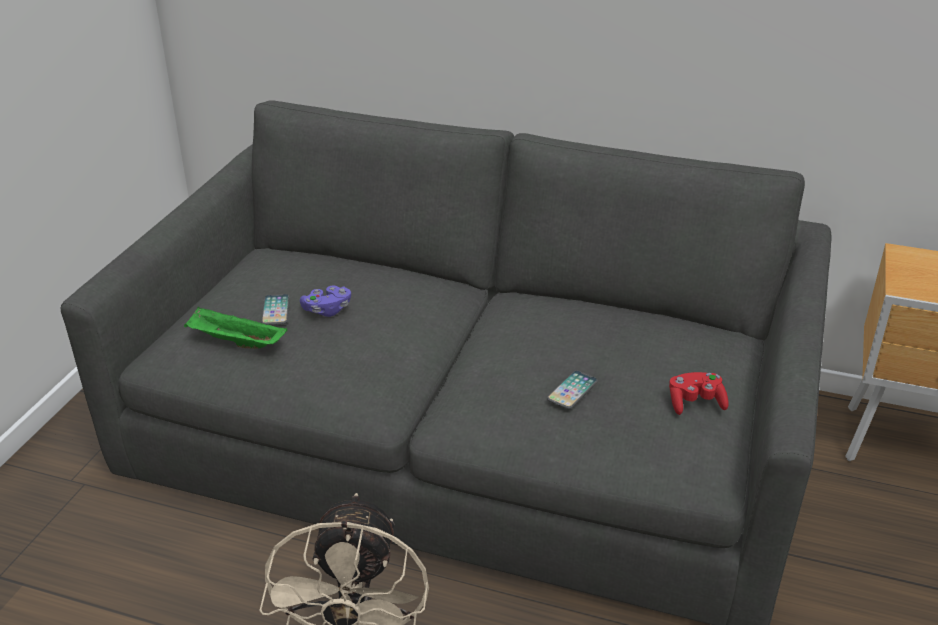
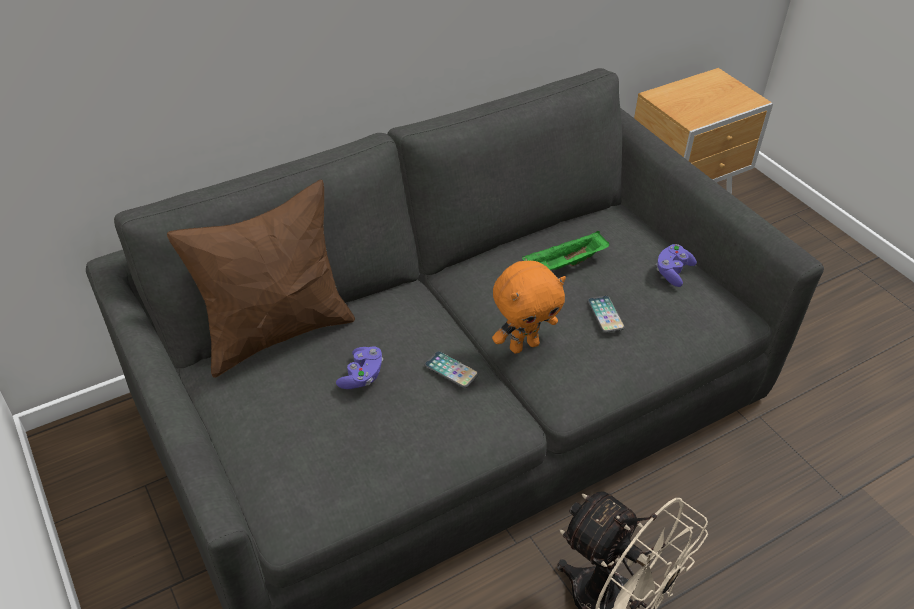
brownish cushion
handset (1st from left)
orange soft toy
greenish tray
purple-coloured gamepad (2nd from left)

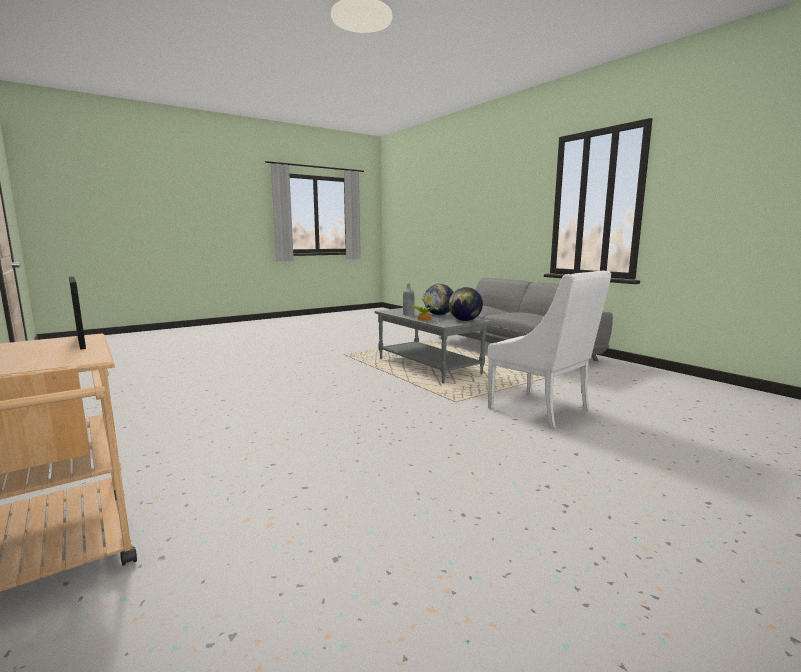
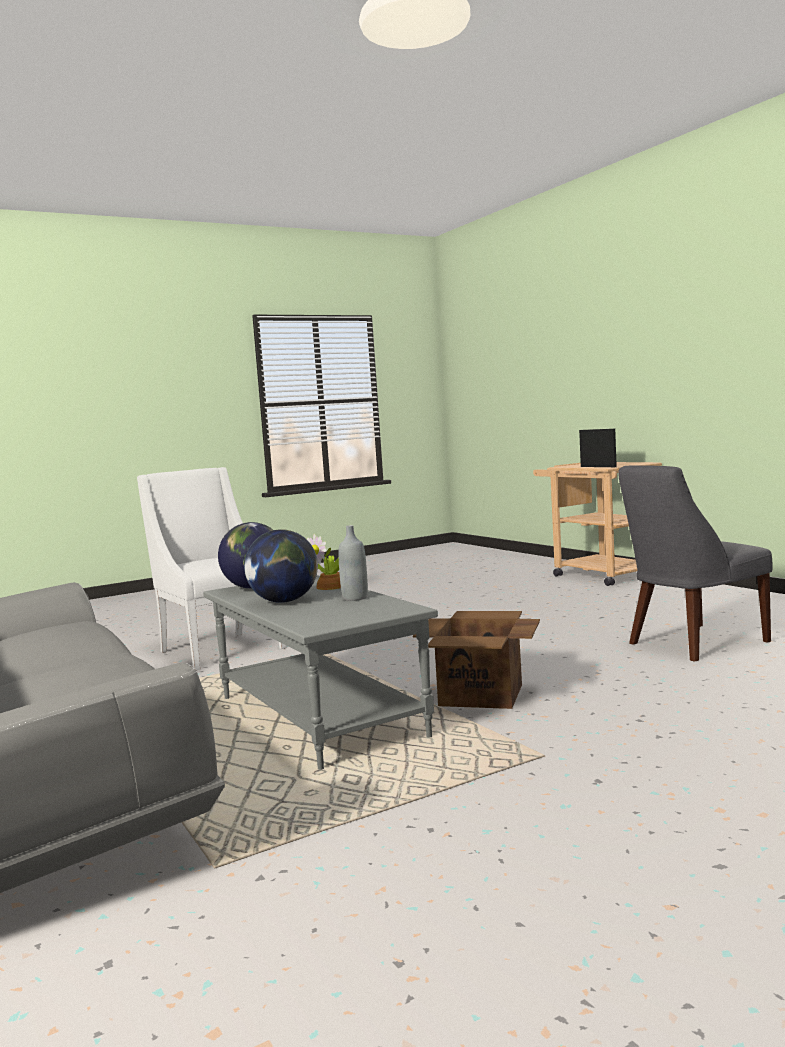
cardboard box
greyish plain chair

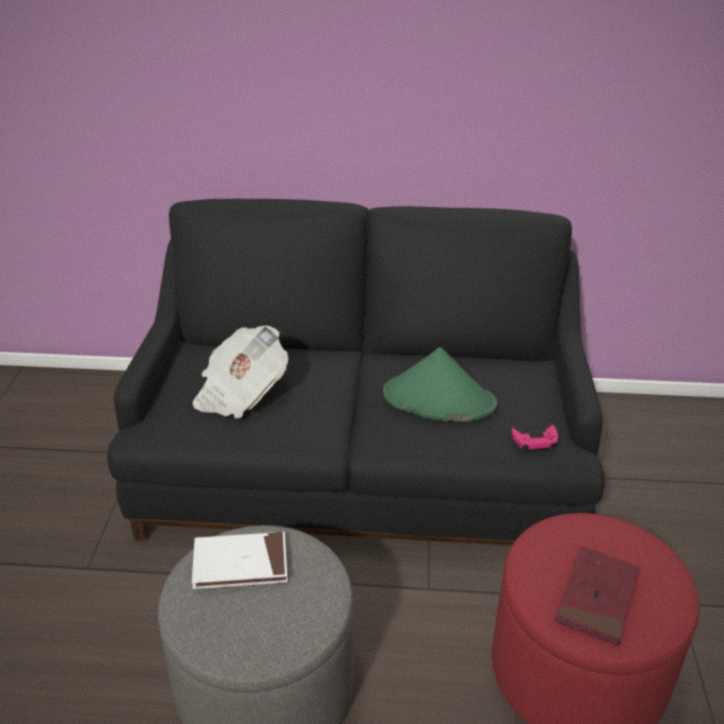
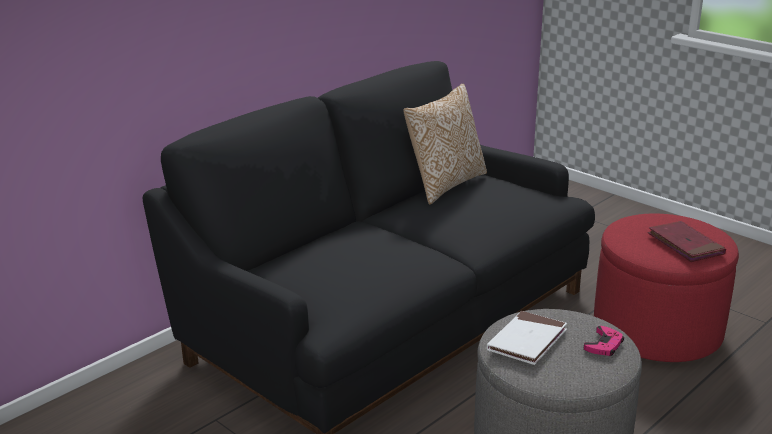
cushion
pink gamepad
printed paper
greenish wearable hat

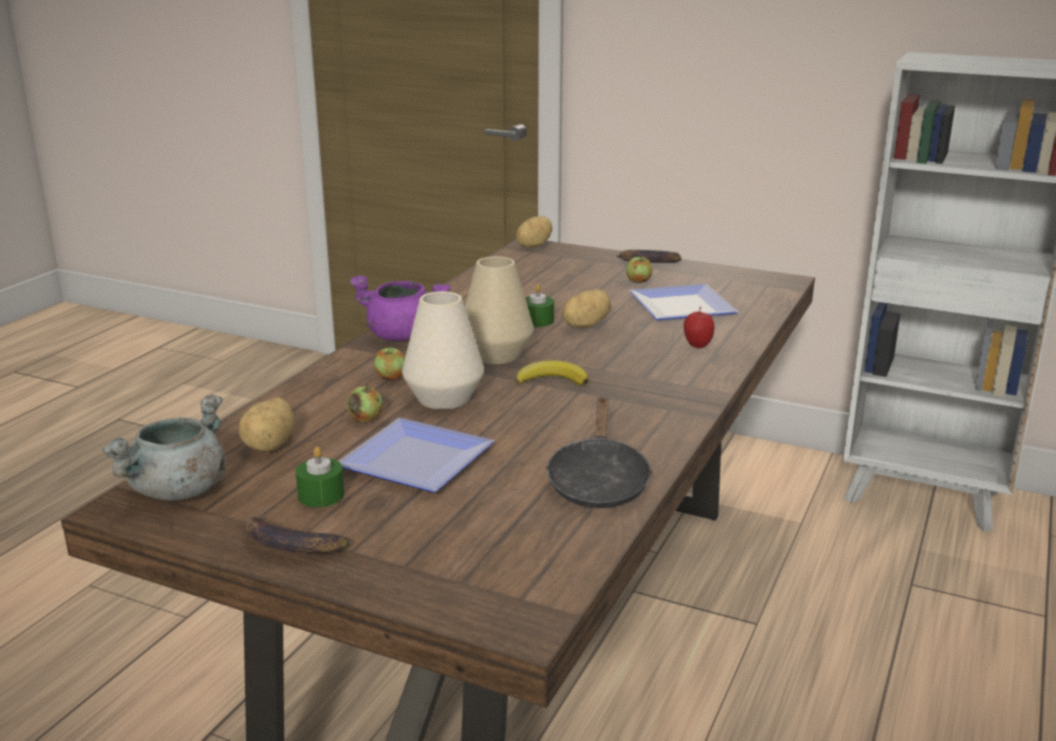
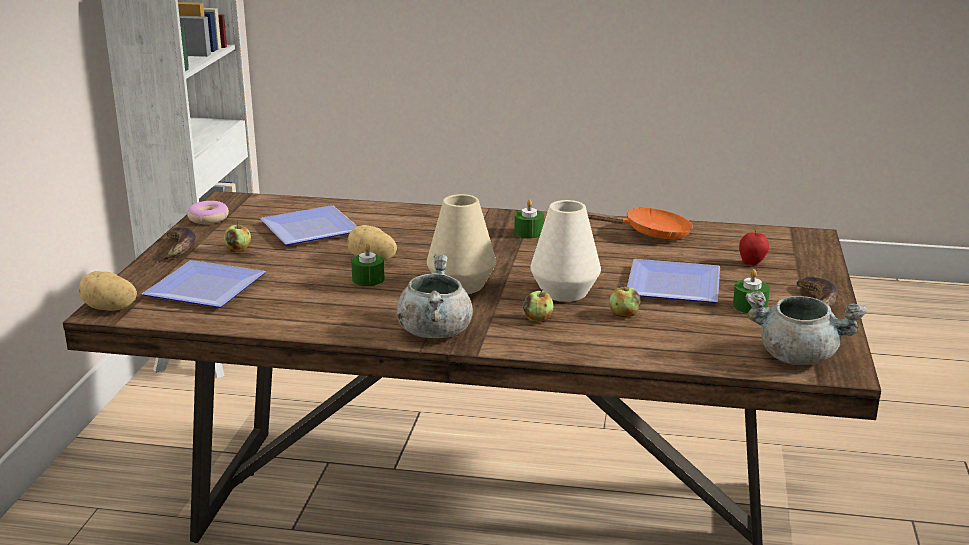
dinner plate (1st from left)
doughnut
greyish saucepot (1st from left)
greenish candle (2nd from left)
orange pan
apple fruit (4th from left)
spud (1st from left in the first image)
banana fruit (2nd from left in the first image)

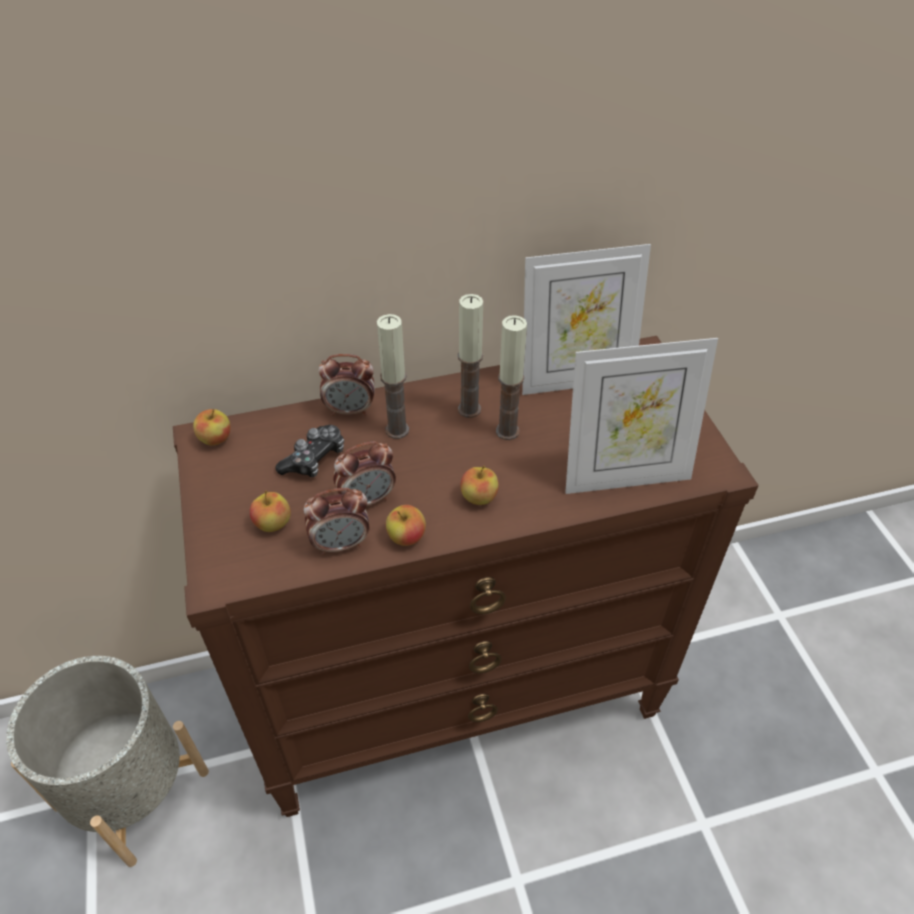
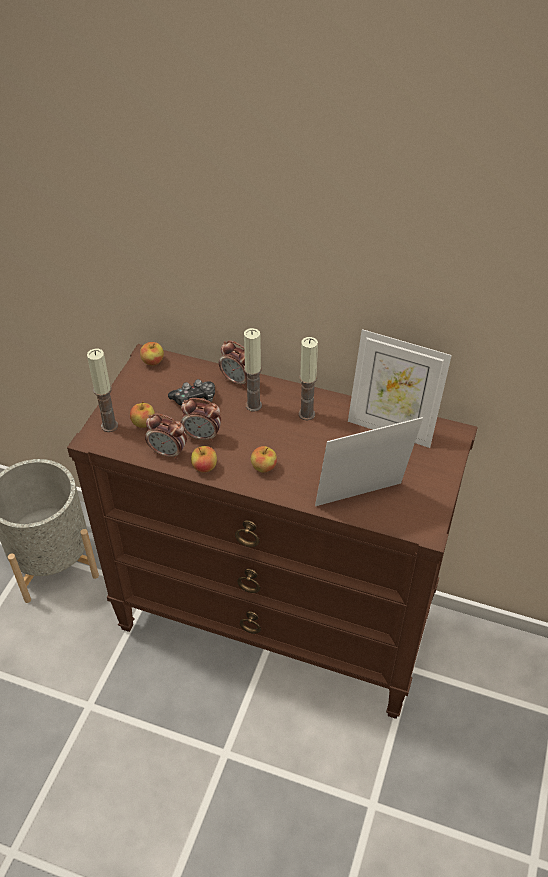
candle (1st from left)
picture frame (1st from left)

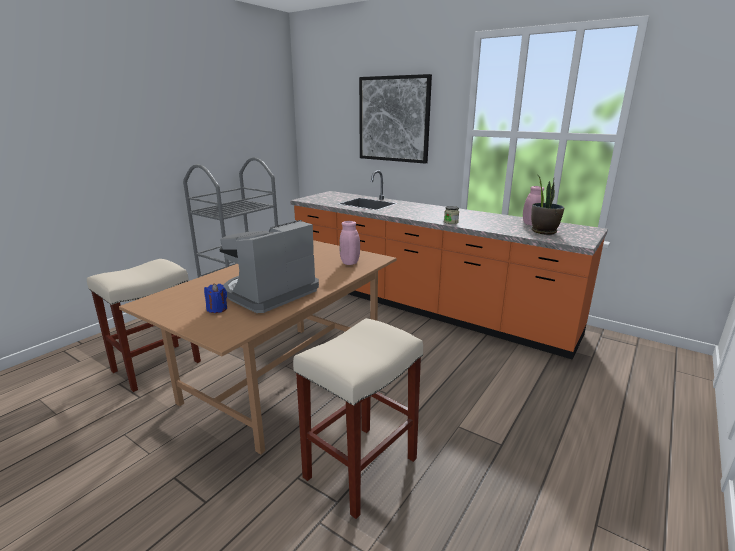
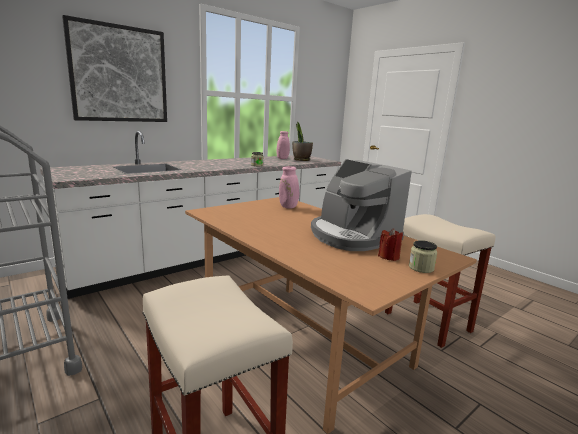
white counter
reddish candle
preserve jar (2nd from left)

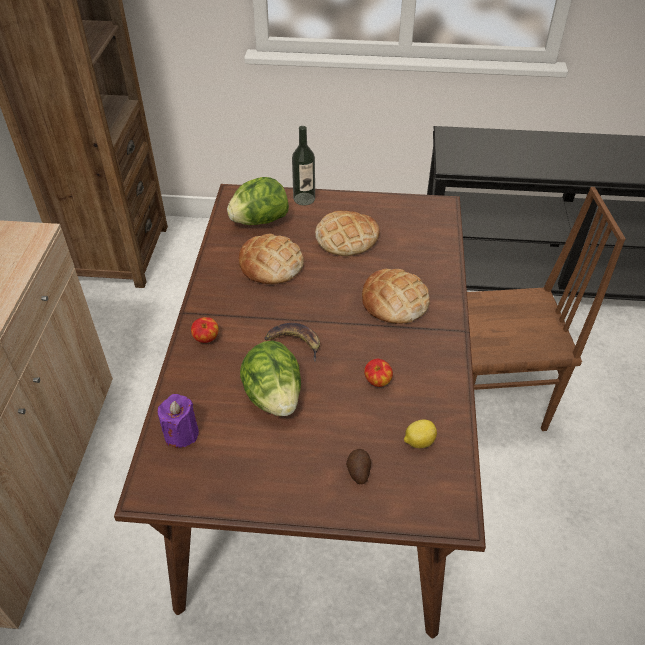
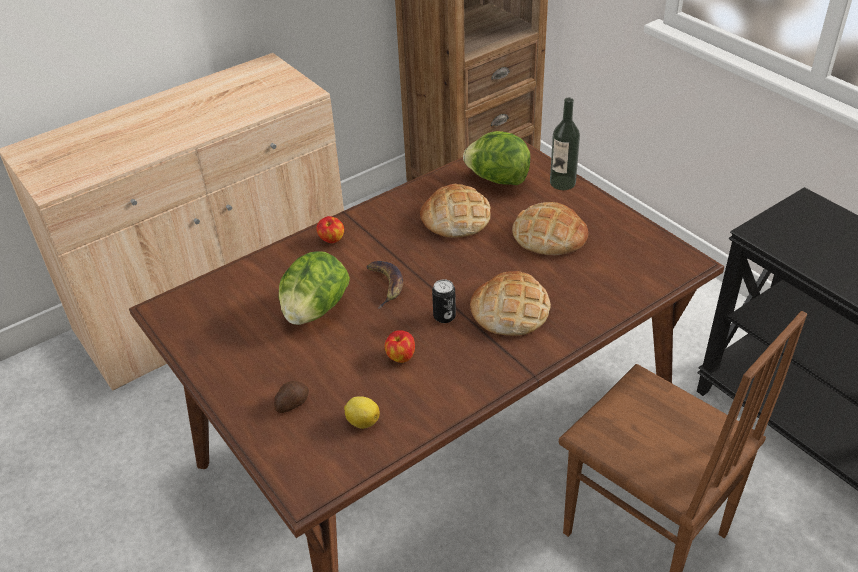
sealed can
purple-coloured candle

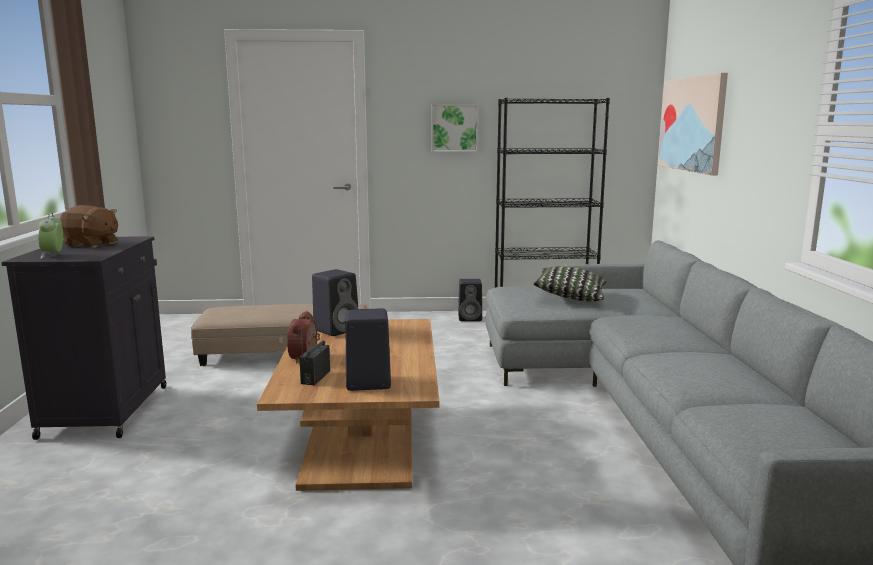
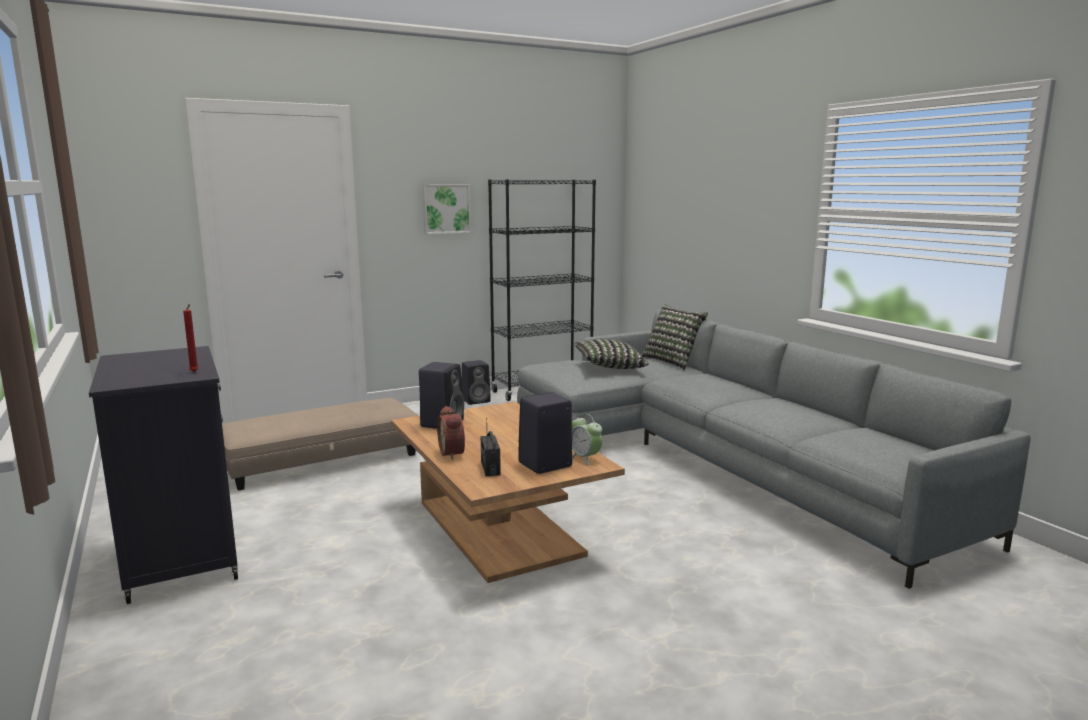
reddish candle
table clock (2nd from left)
cushion (2nd from left)
brownish soft toy
picture (2nd from left in the first image)

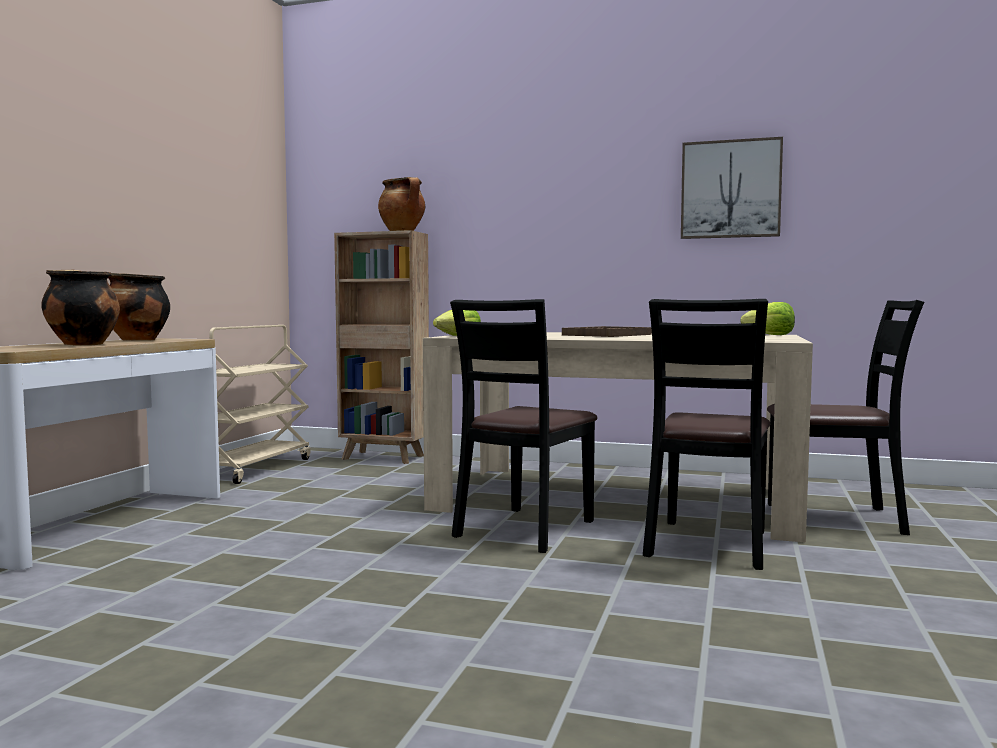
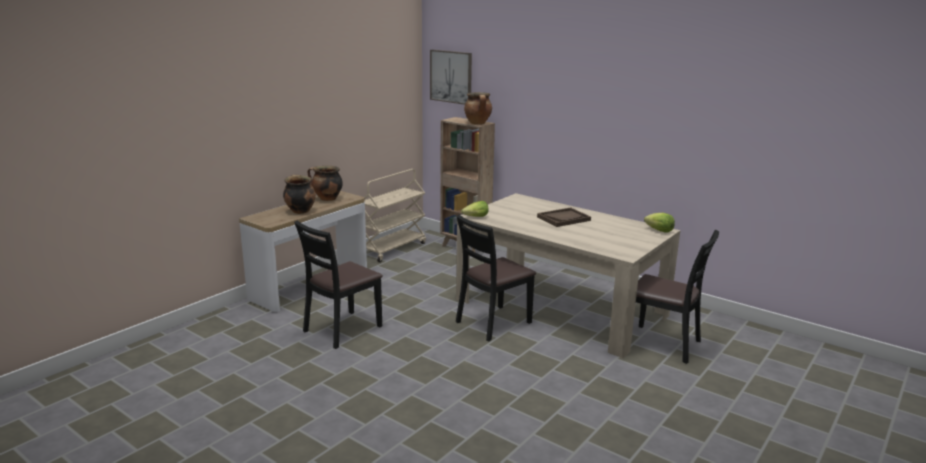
blackish plain chair (1st from left)
picture

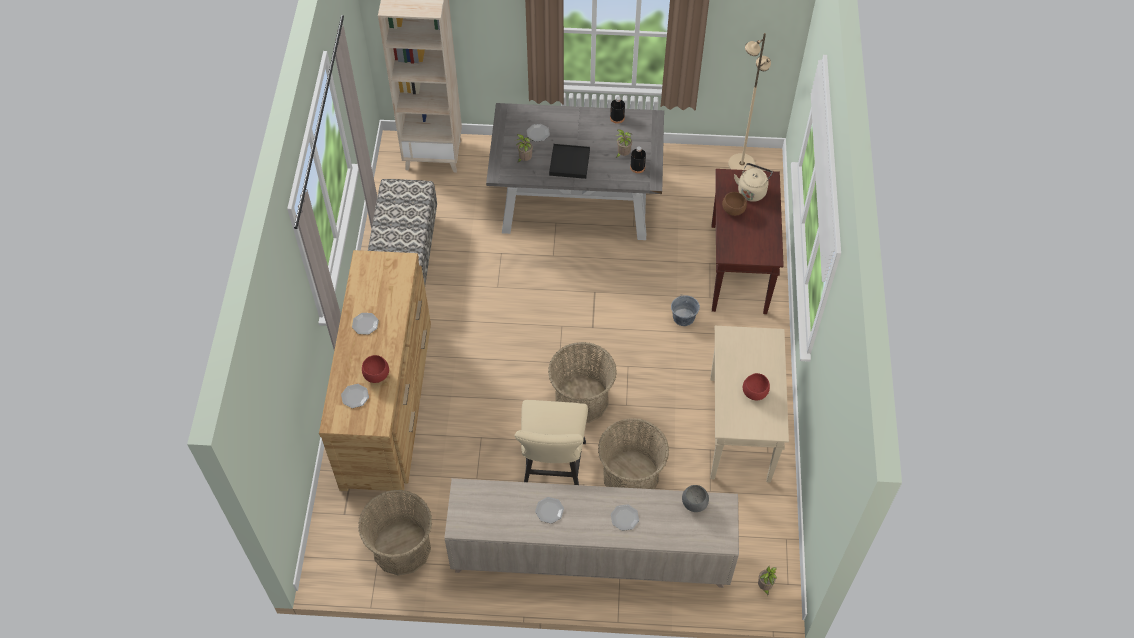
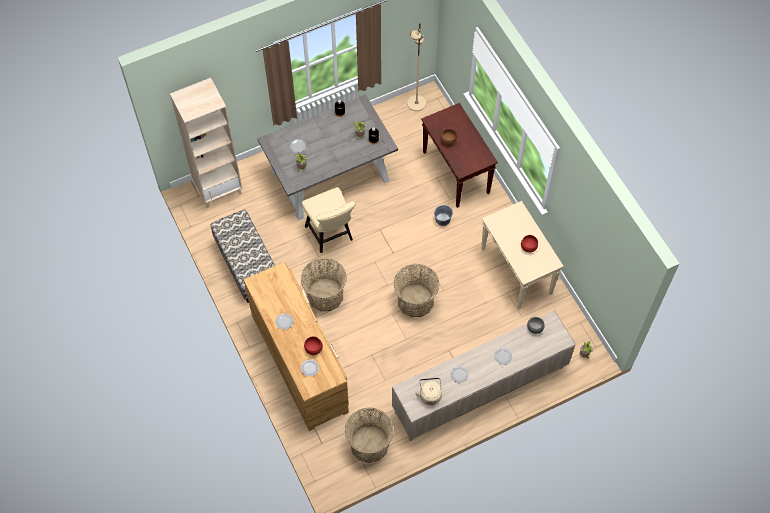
storage basket (1st from left)
beige plain chair
beige tea kettle
blackish tray

